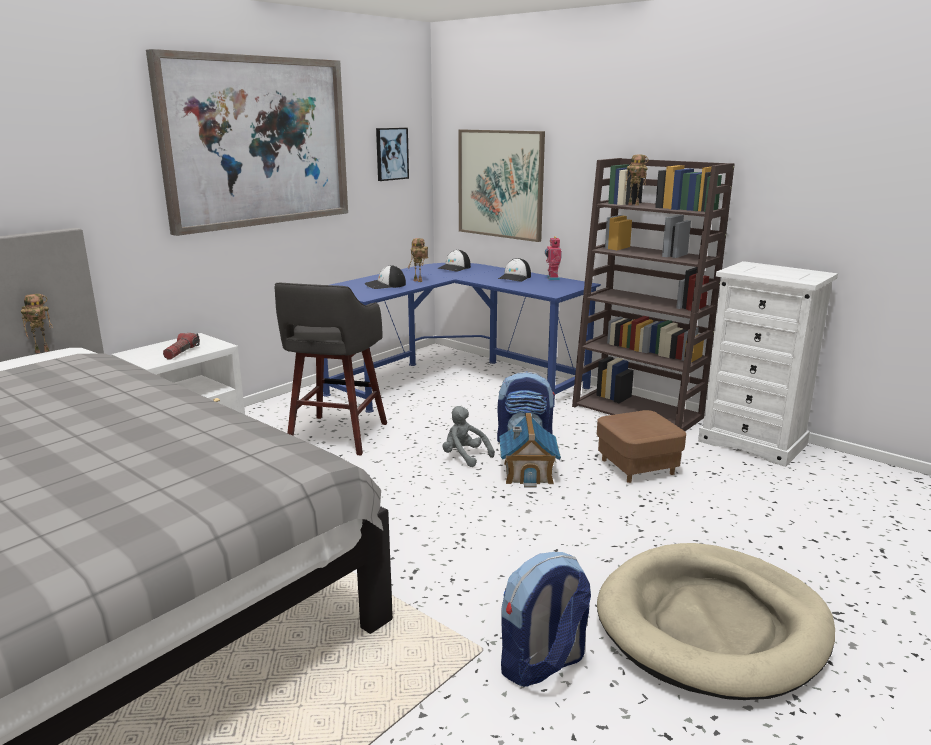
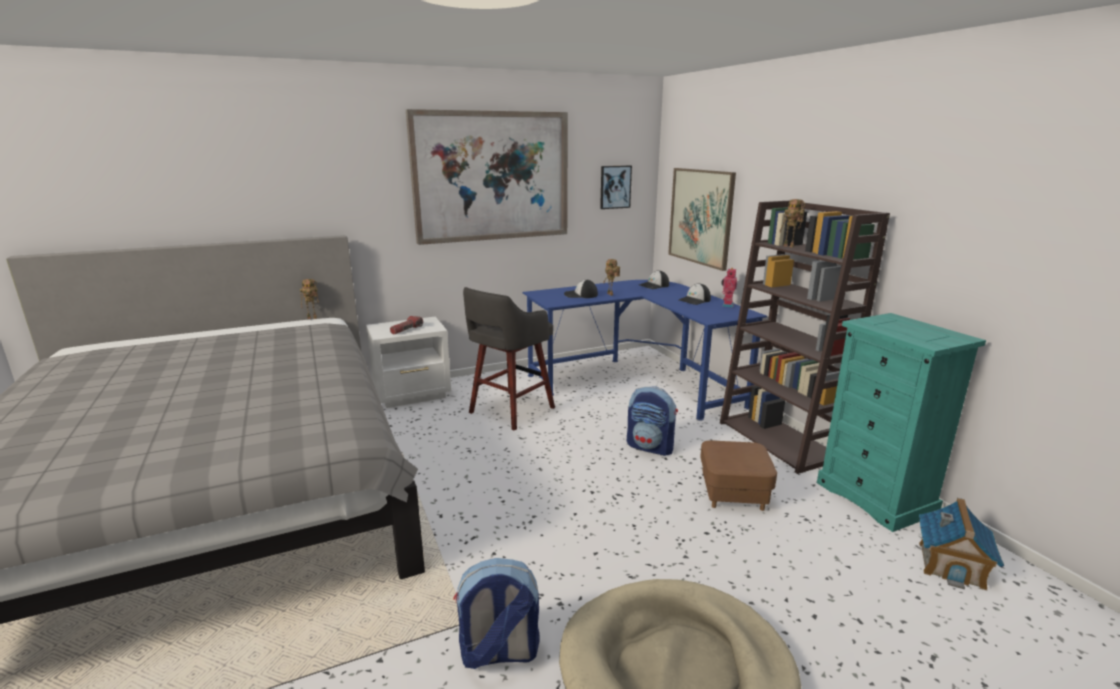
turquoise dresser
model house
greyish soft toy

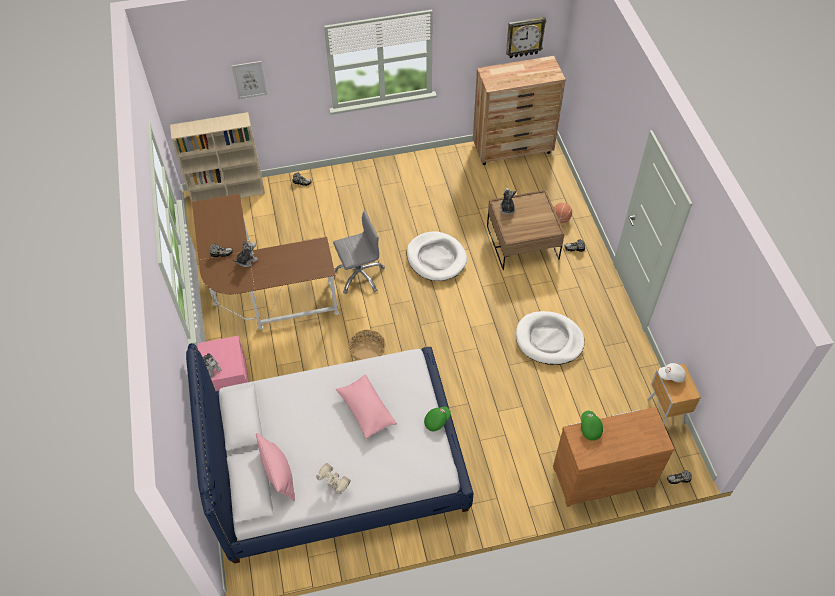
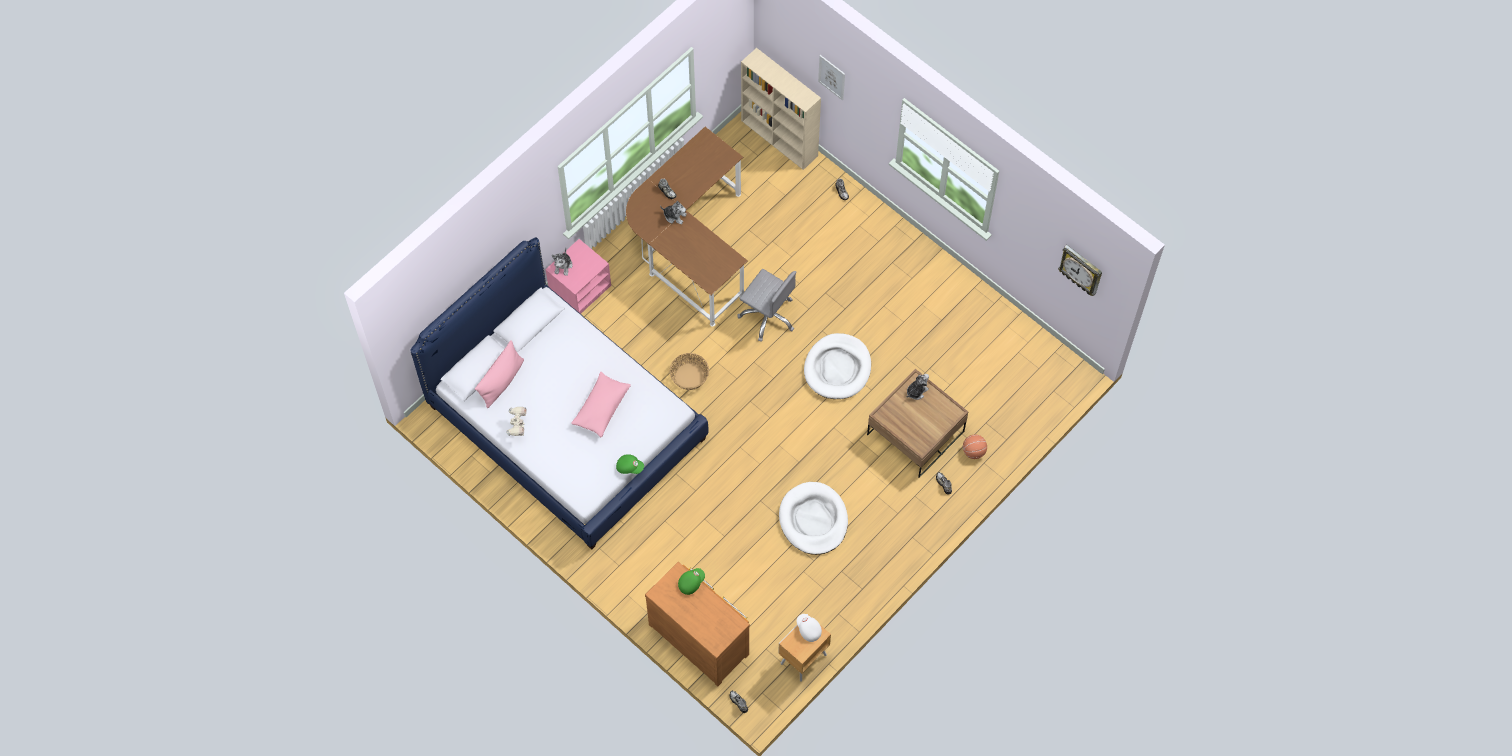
brownish dresser (1st from left in the first image)

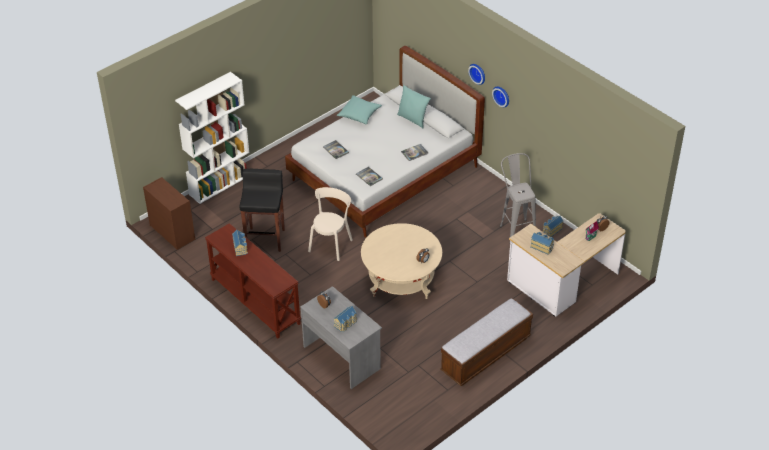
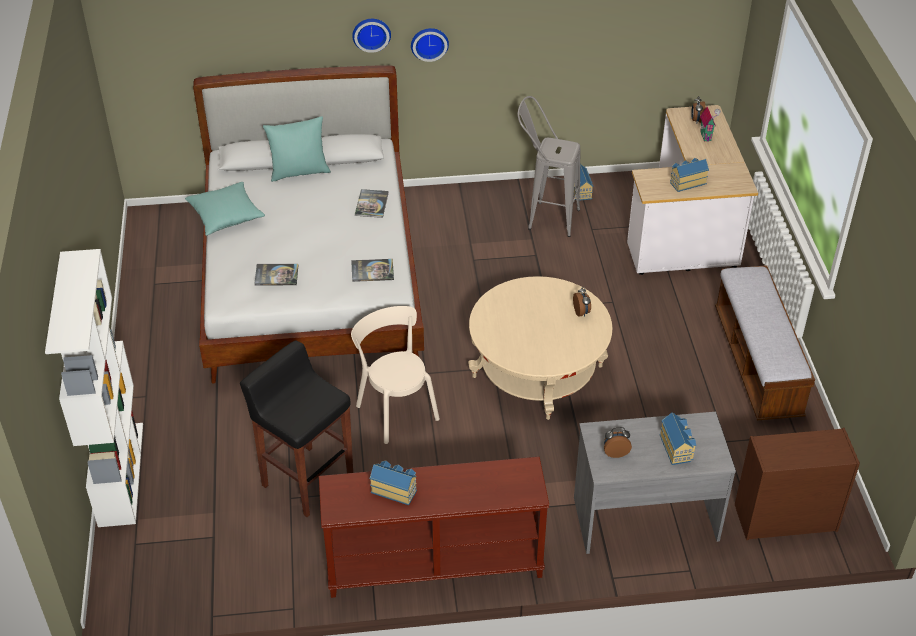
brownish dresser

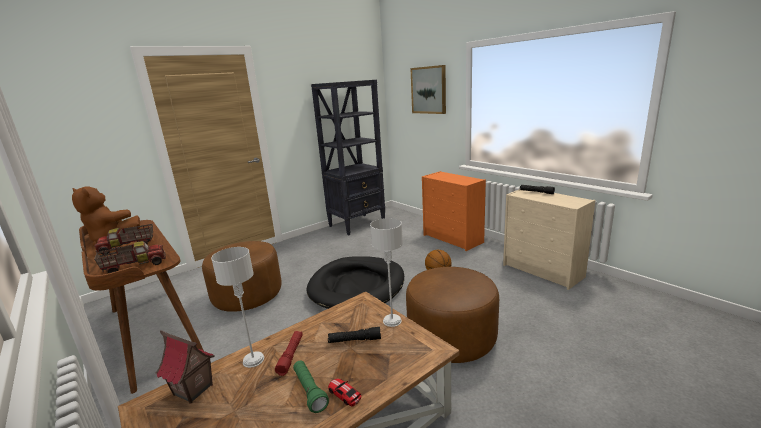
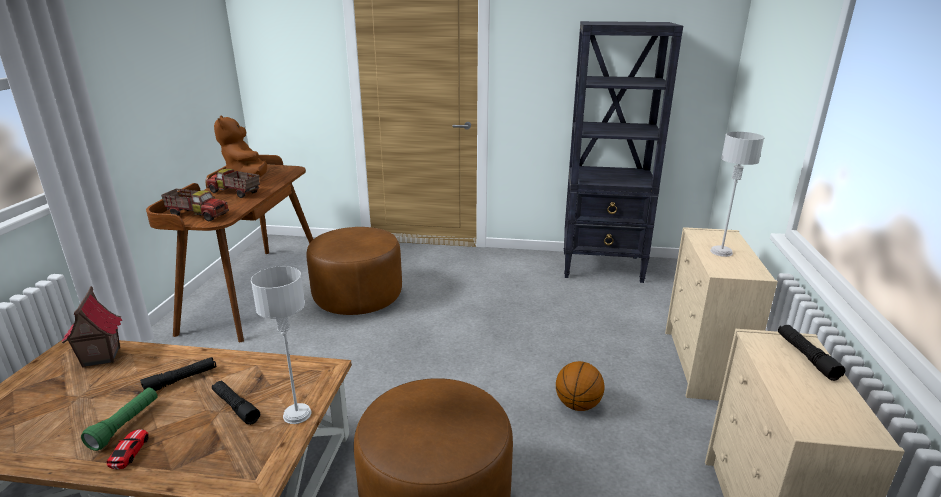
blackish flashlight (1st from left)
beige dresser (1st from left)
greyish table lamp (2nd from left)
blackish pet bed
picture

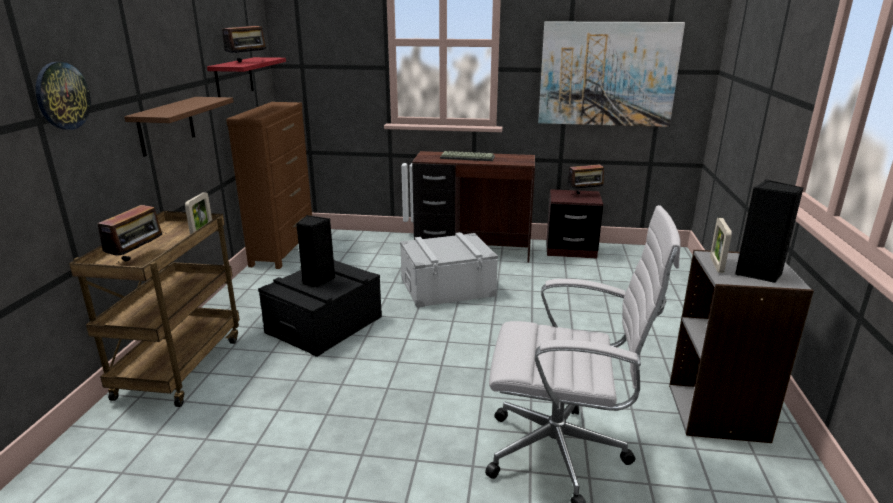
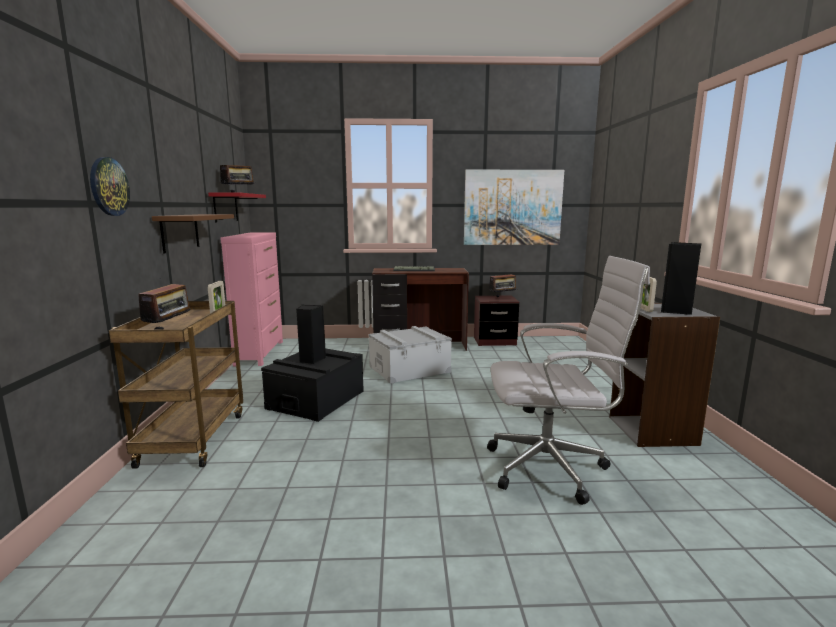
pink dresser

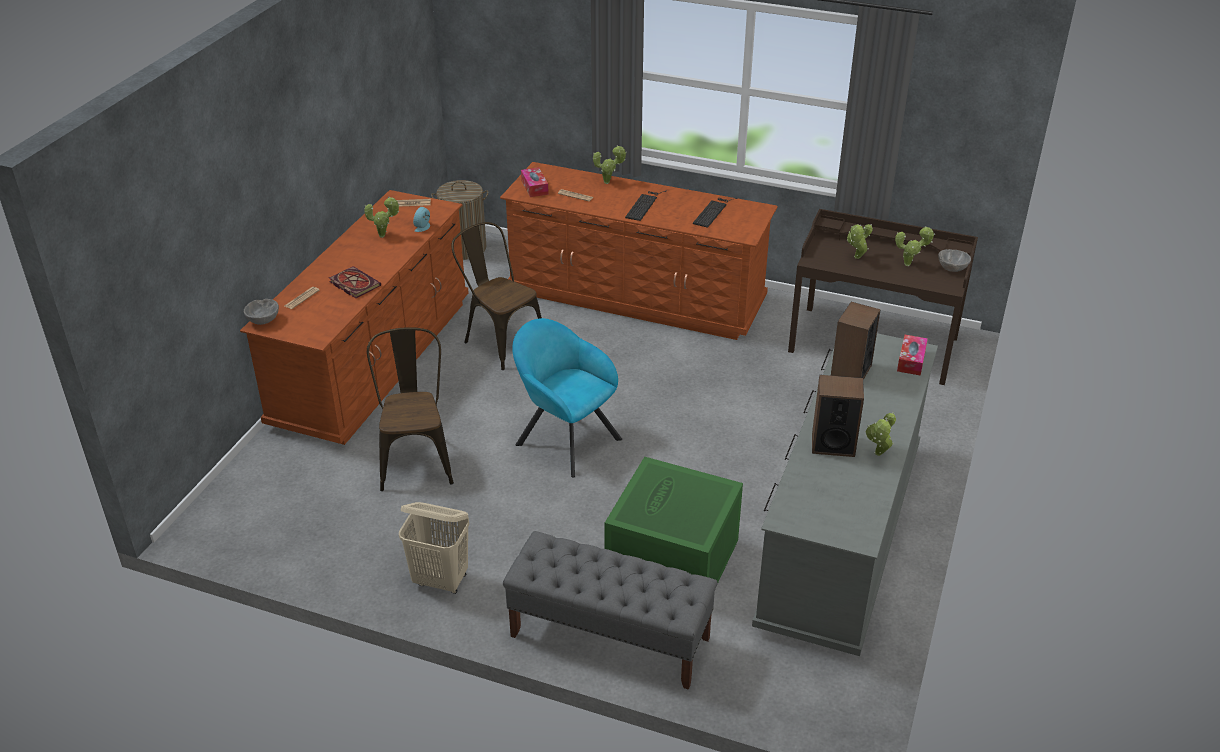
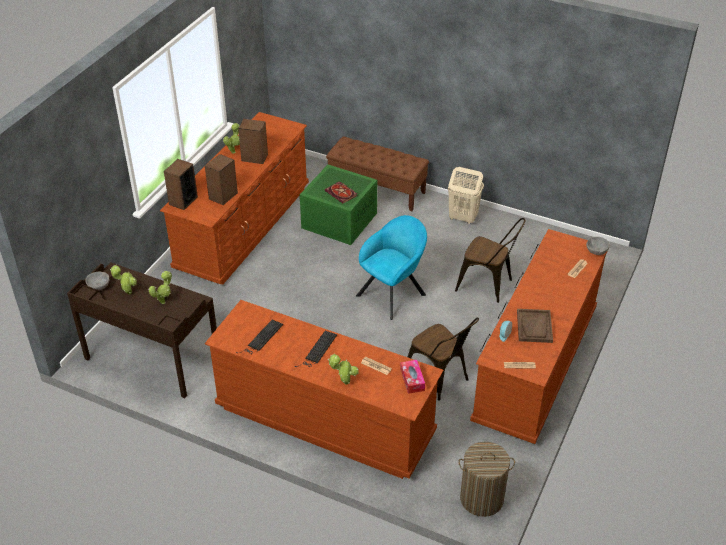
brownish dresser (1st from left)
audio speaker (1st from left)
book
brownish long seat
turquoise lounge chair
brownish plain chair (2nd from left)
brownish tray

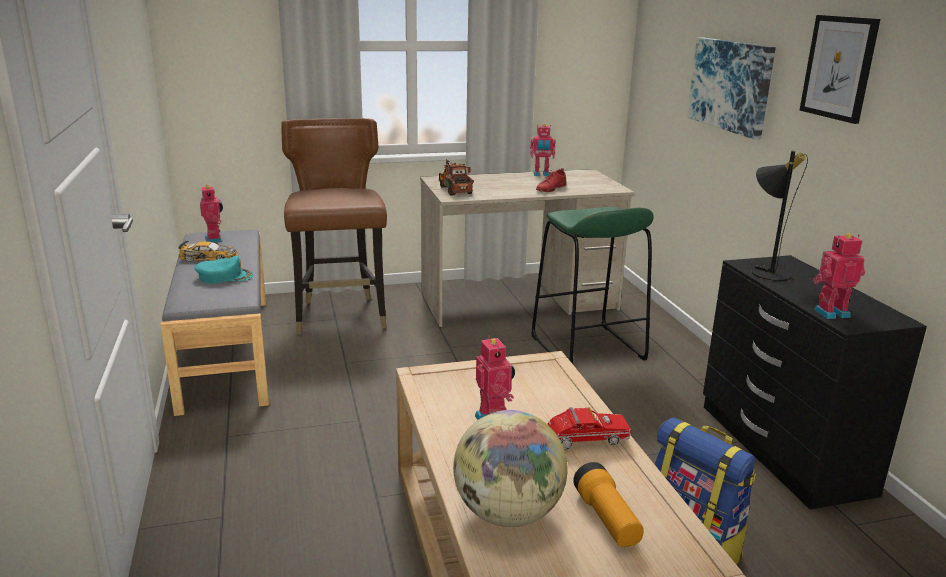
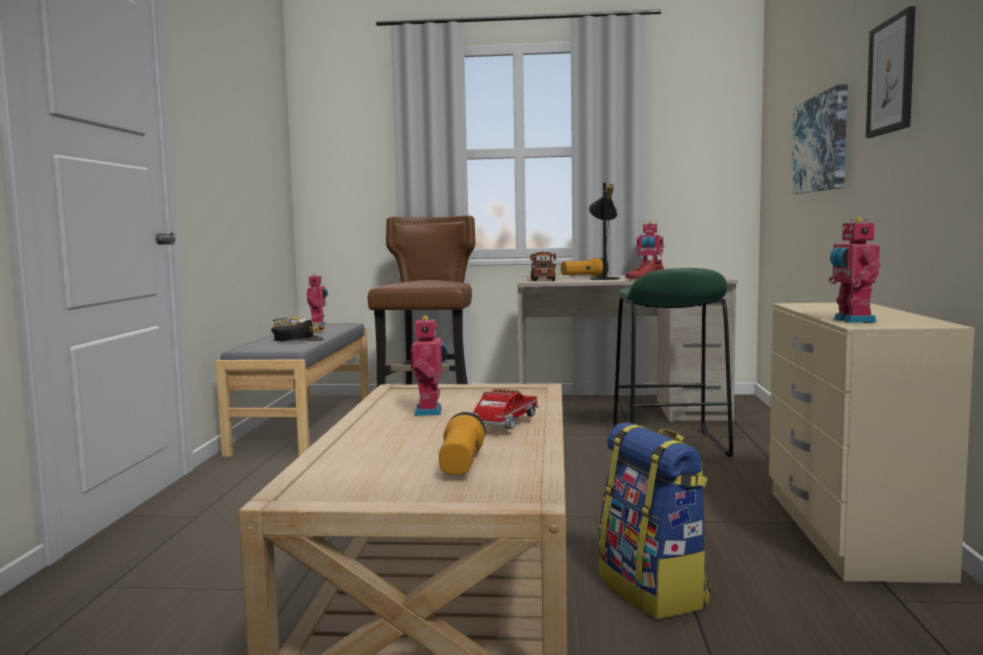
blackish cap
toy lorry (1st from left)
flashlight (2nd from left)
blackish table lamp
beige dresser
model robot (4th from left)
desk globe

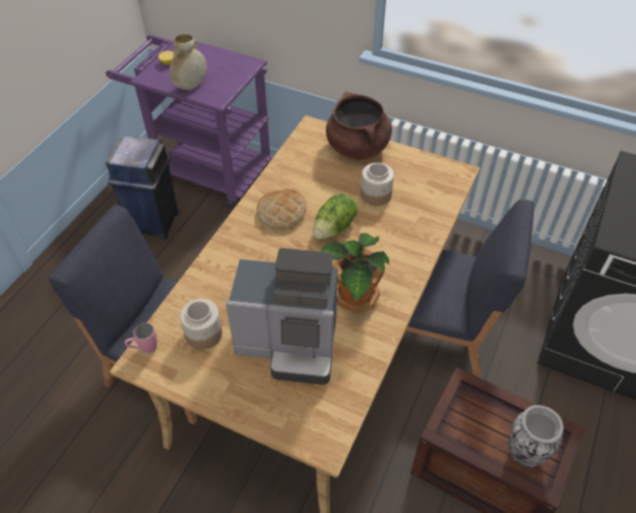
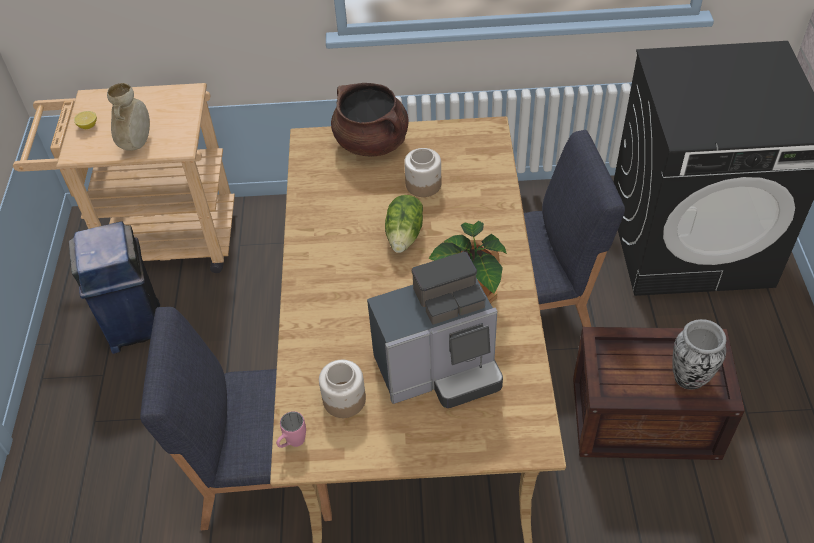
beige trolley
bread

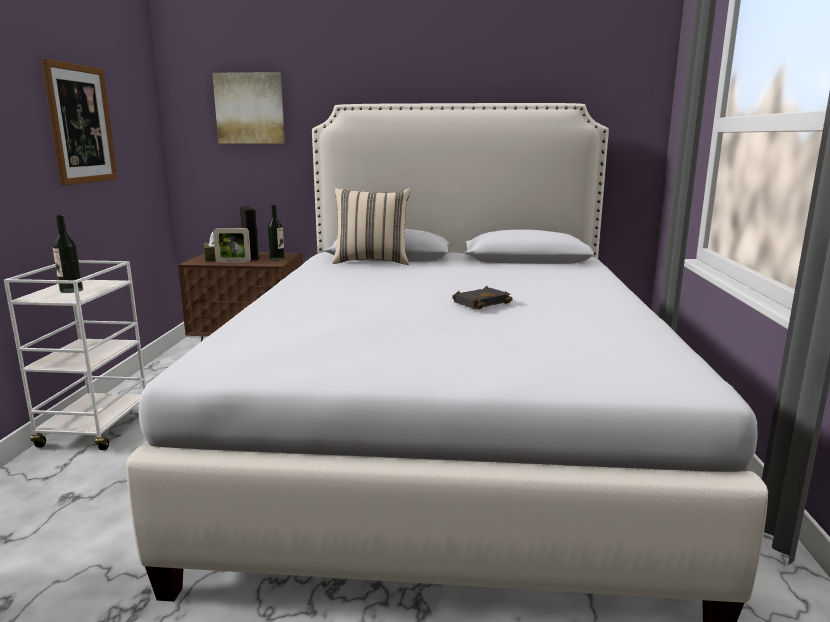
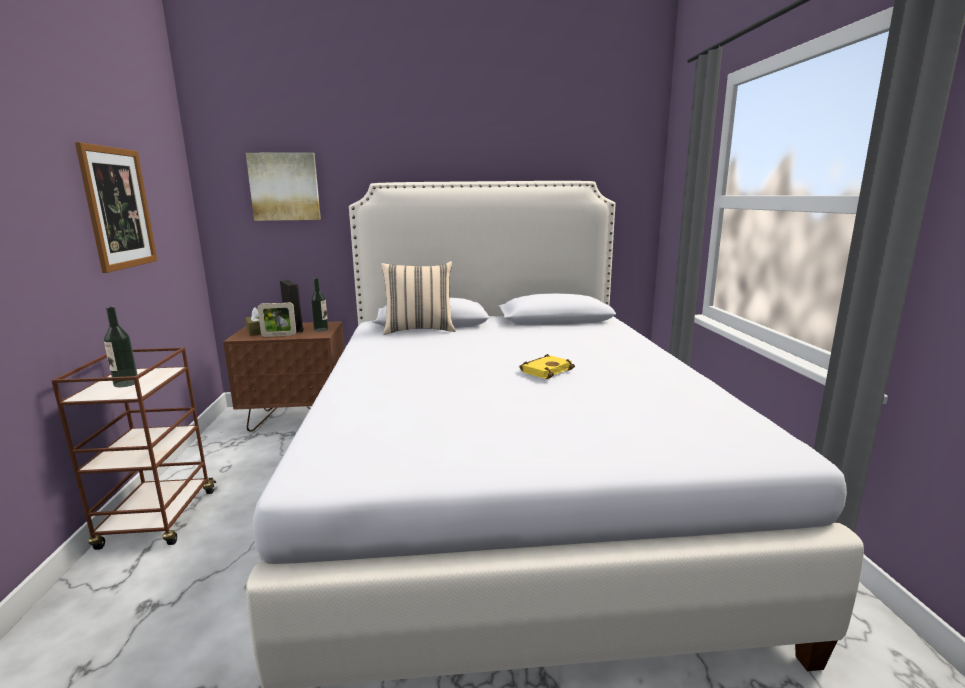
brownish trolley
yellow book

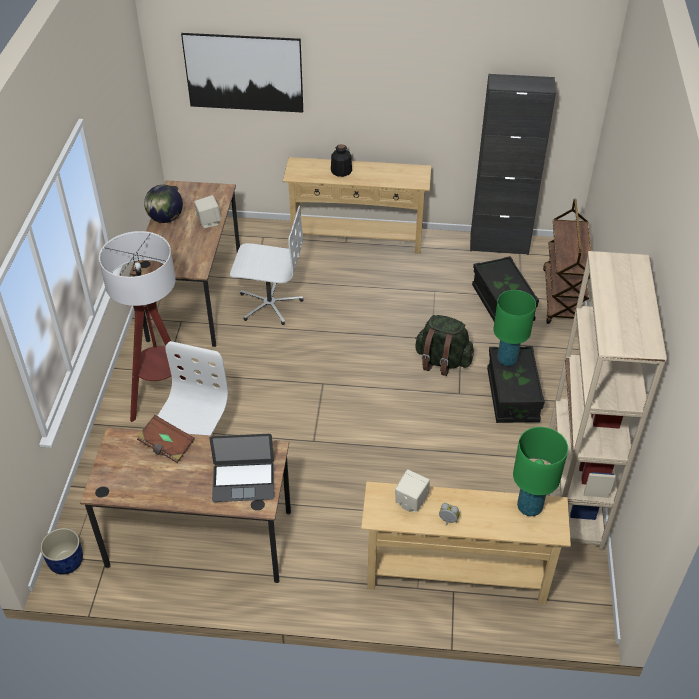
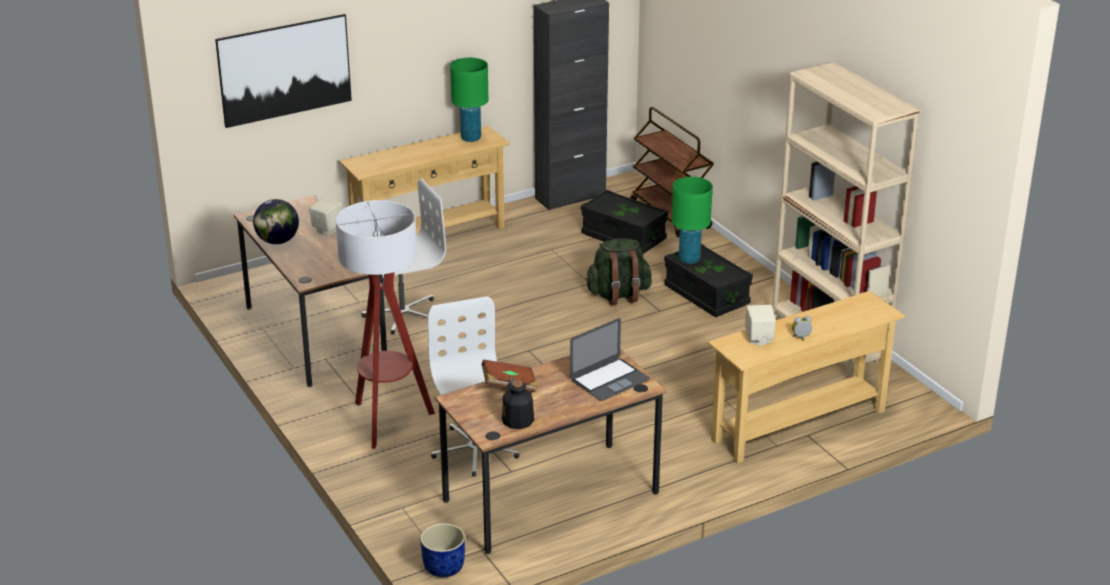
greenish table lamp (1st from left)
drink bottle

